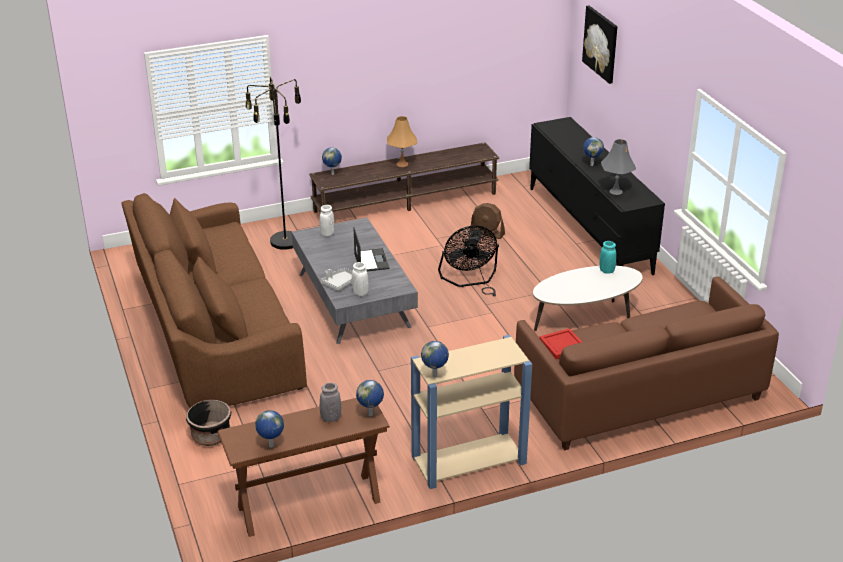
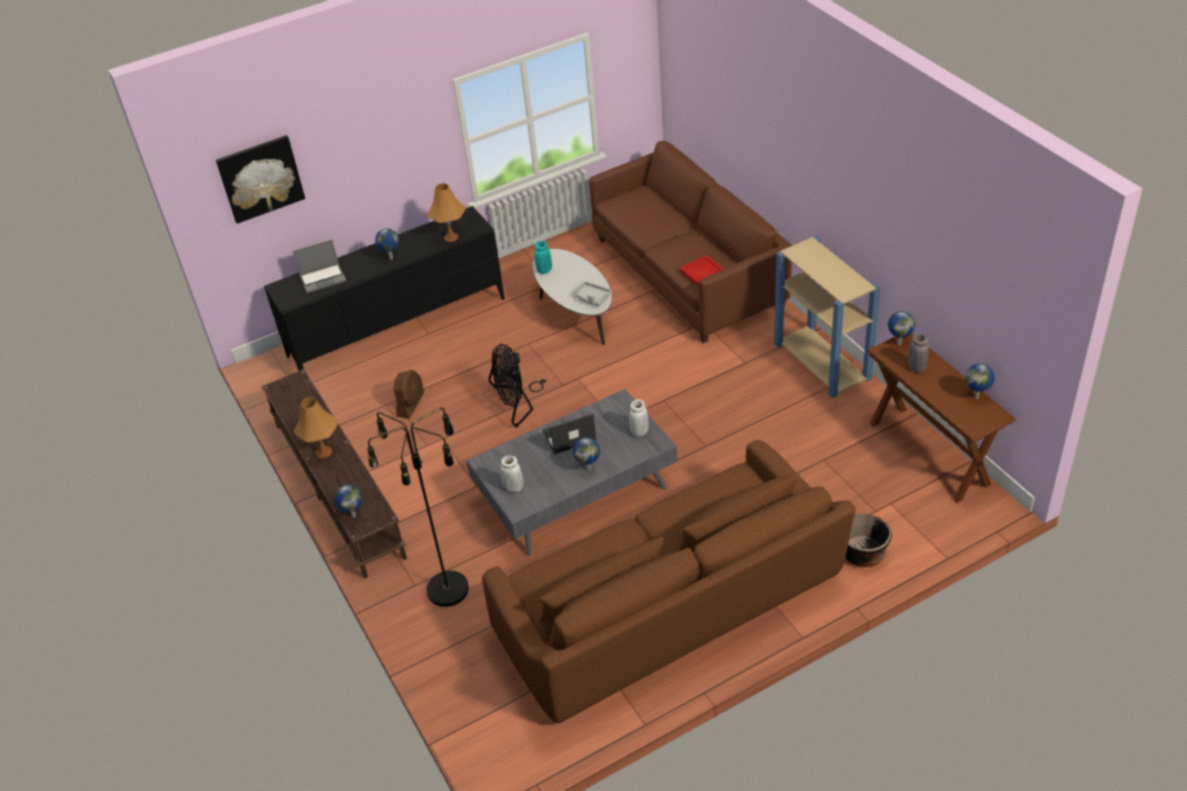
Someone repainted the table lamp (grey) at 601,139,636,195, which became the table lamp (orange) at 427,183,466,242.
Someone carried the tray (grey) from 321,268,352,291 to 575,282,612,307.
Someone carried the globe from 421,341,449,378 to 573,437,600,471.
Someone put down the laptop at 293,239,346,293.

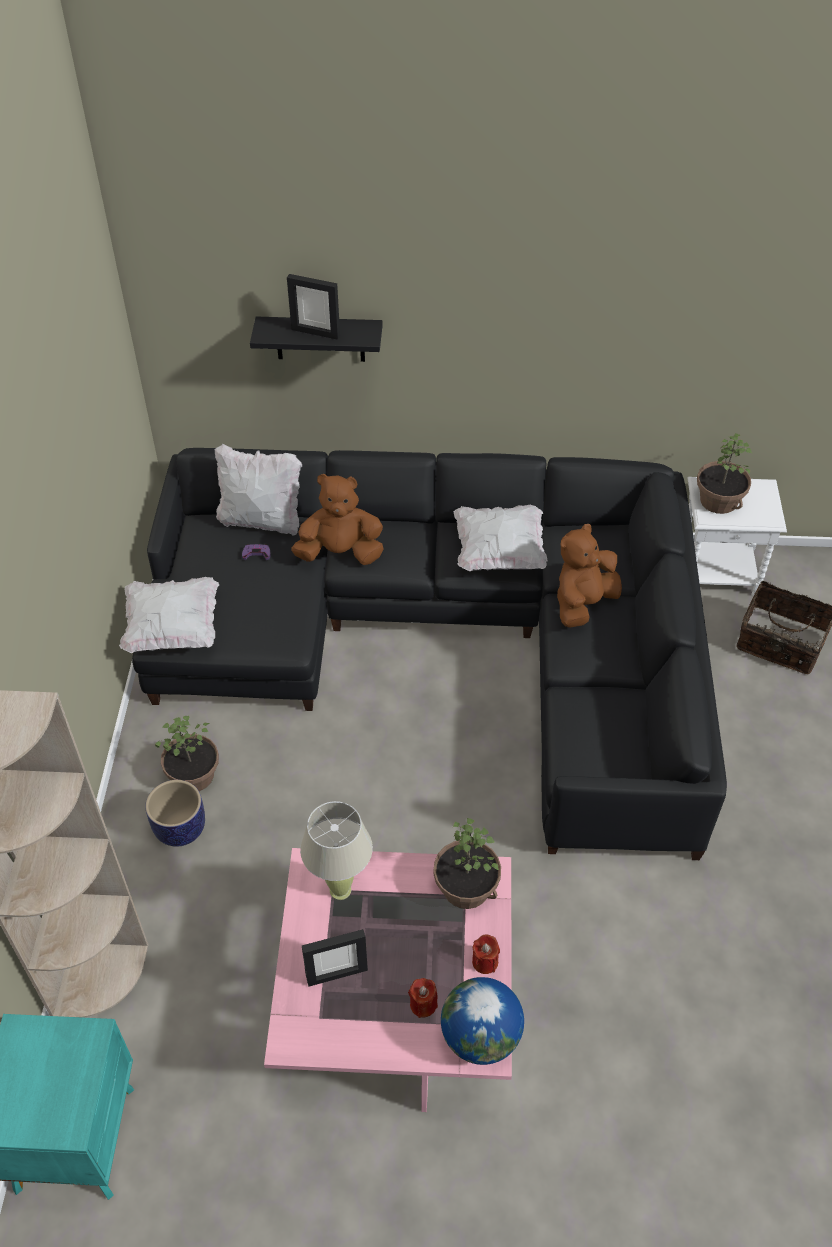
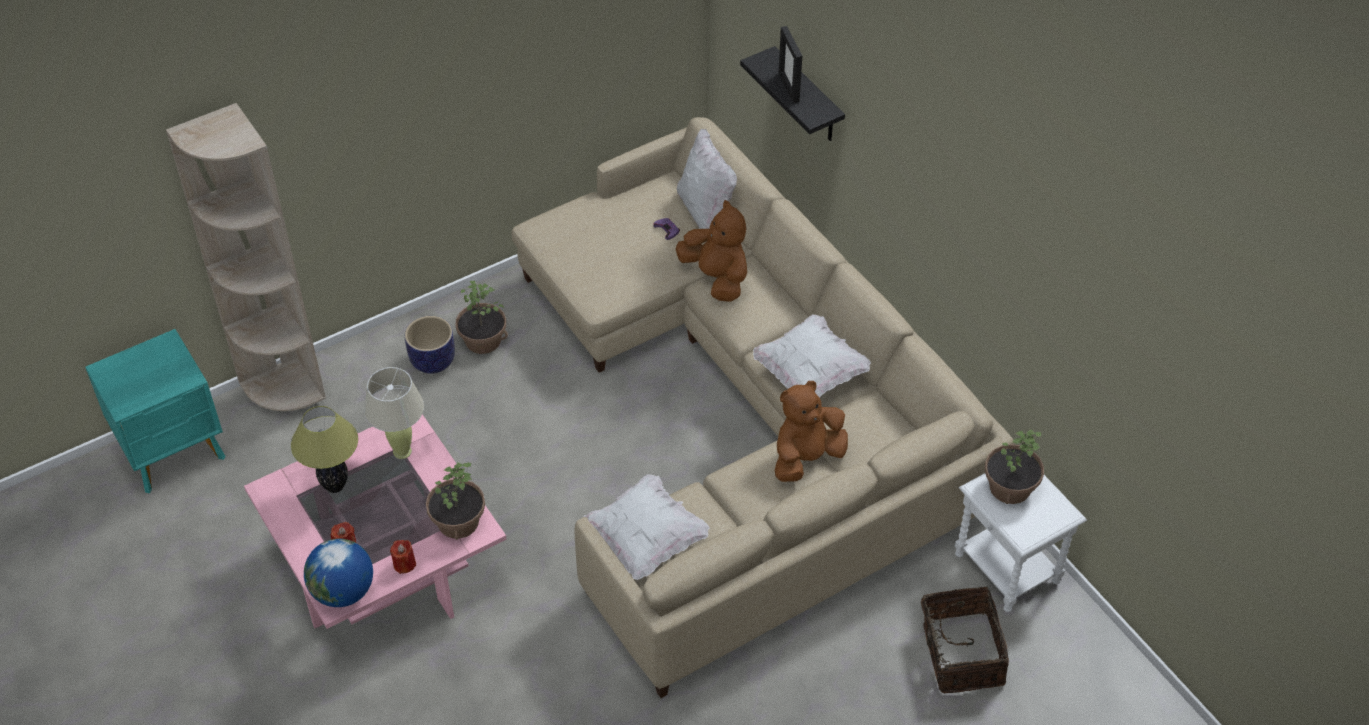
Someone repainted the sofa (black) at 132,448,727,860, which became the sofa (beige) at 511,117,1014,698.
Someone rotated the plush toy (brown) at 557,524,622,628 by 45 degrees counterclockwise.
Someone carried the pillow (white) from 119,577,219,653 to 584,474,710,580.
Someone swapped the picture frame at 302,929,368,987 for the table lamp at 291,406,358,493.

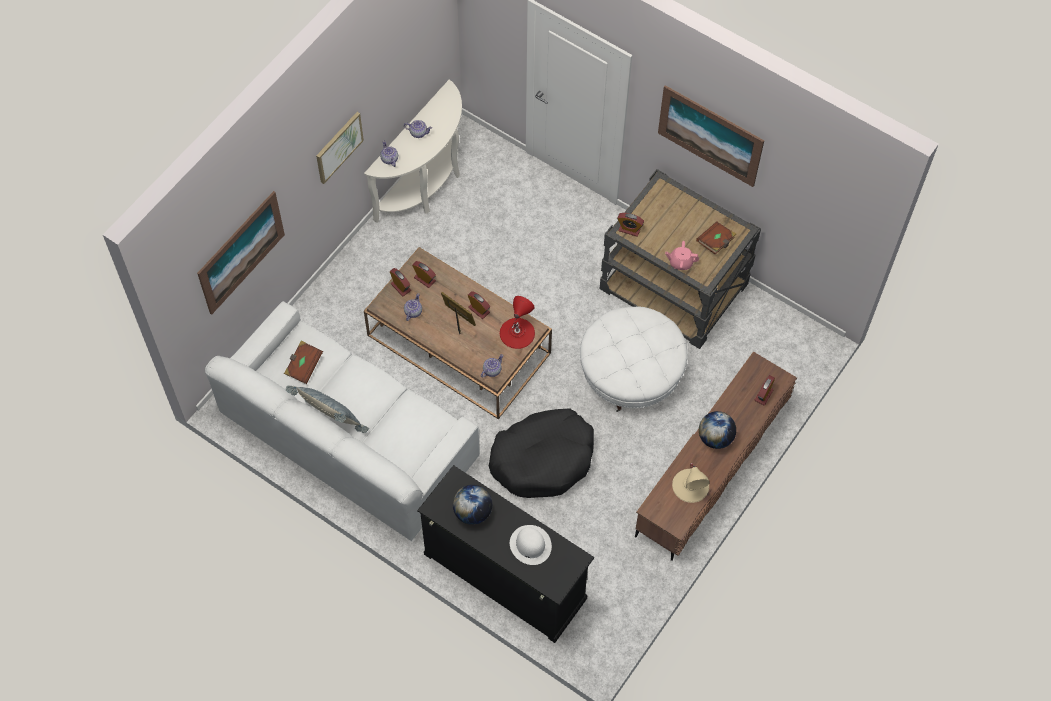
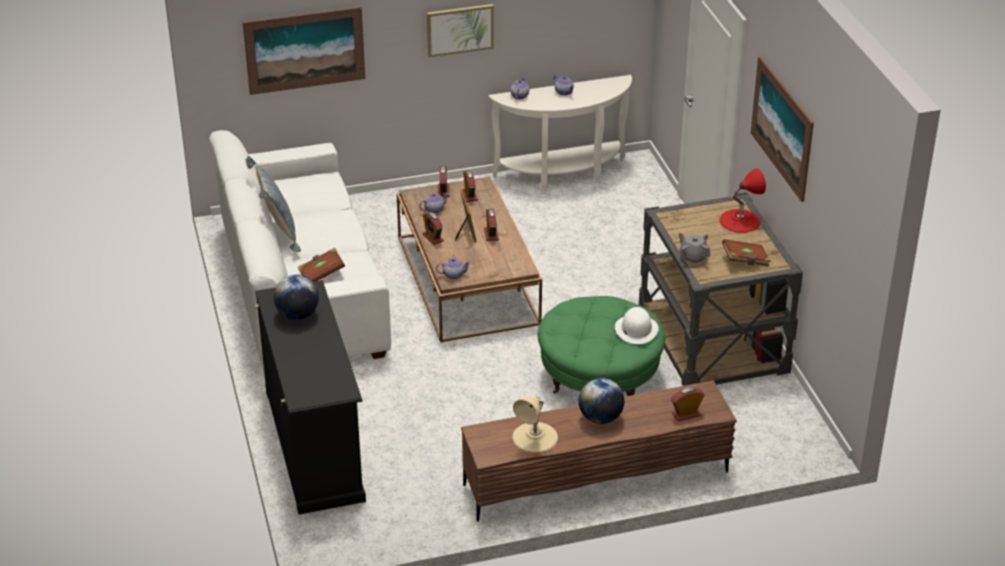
Someone carried the alarm clock from 617,213,644,237 to 423,212,444,245.
Someone repainted the teapot (pink) at 665,241,699,270, which became the teapot (grey) at 679,233,711,264.
Someone carried the table lamp (red) from 500,296,535,349 to 719,169,766,233.
Someone repainted the ottoman (white) at 580,306,687,412, which became the ottoman (green) at 538,296,665,396.
Someone carried the book (brown) from 284,340,323,384 to 298,247,345,282.
Someone took away the dog bed (black) at 488,408,594,498.
Someone carried the hat (white) from 510,525,552,565 to 615,307,659,344.

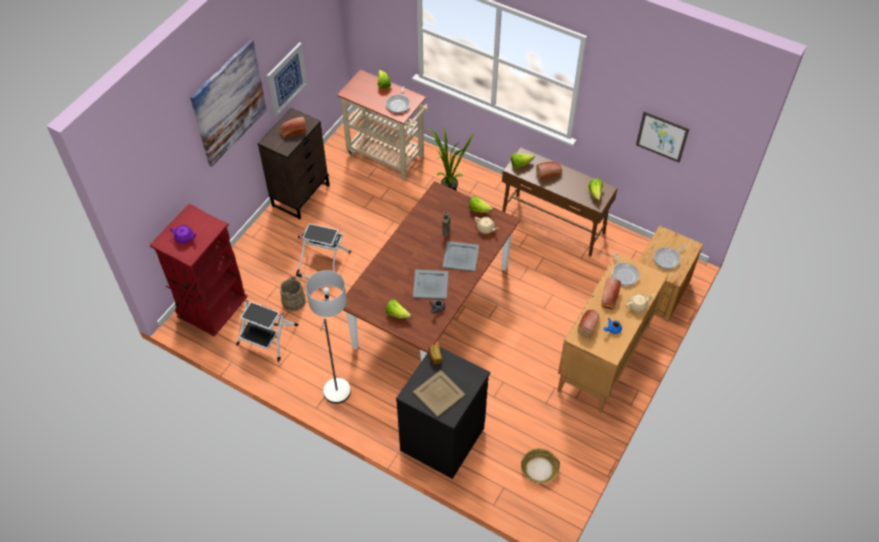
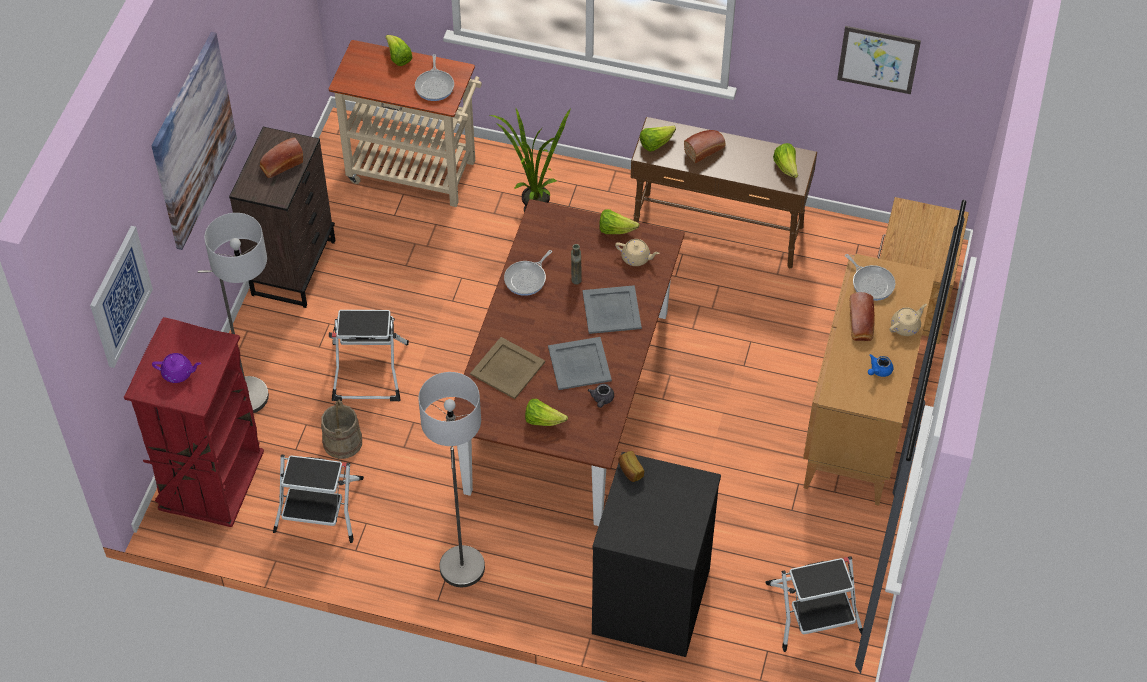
Someone carried the picture from 267,42,308,117 to 90,226,153,368.
Someone carried the frying pan from 654,244,686,269 to 504,250,552,296.
Someone took away the bread at 578,310,599,338.
Someone carried the tray (beige) from 413,370,465,417 to 470,337,545,399.
Someone swapped the basket at 521,448,560,484 for the step ladder at 765,556,863,652.
Someone put down the floor lamp (grey) at 198,213,269,413.

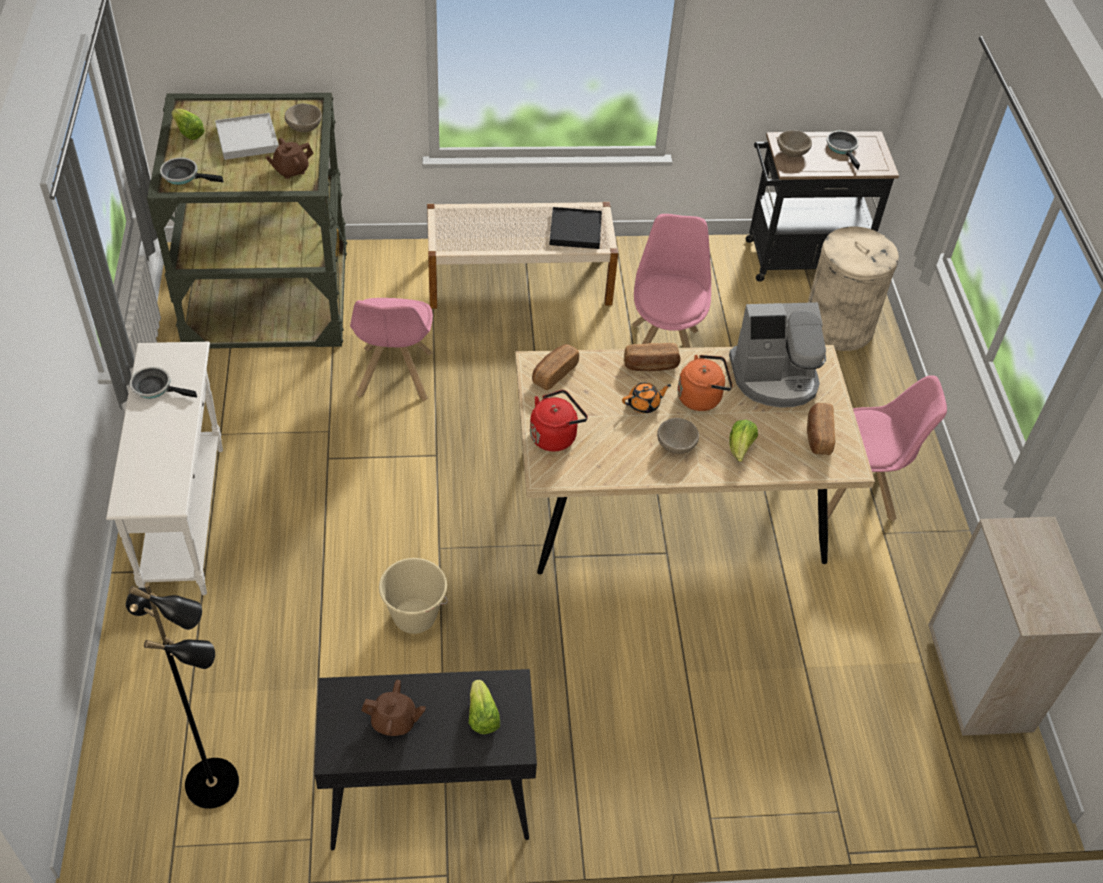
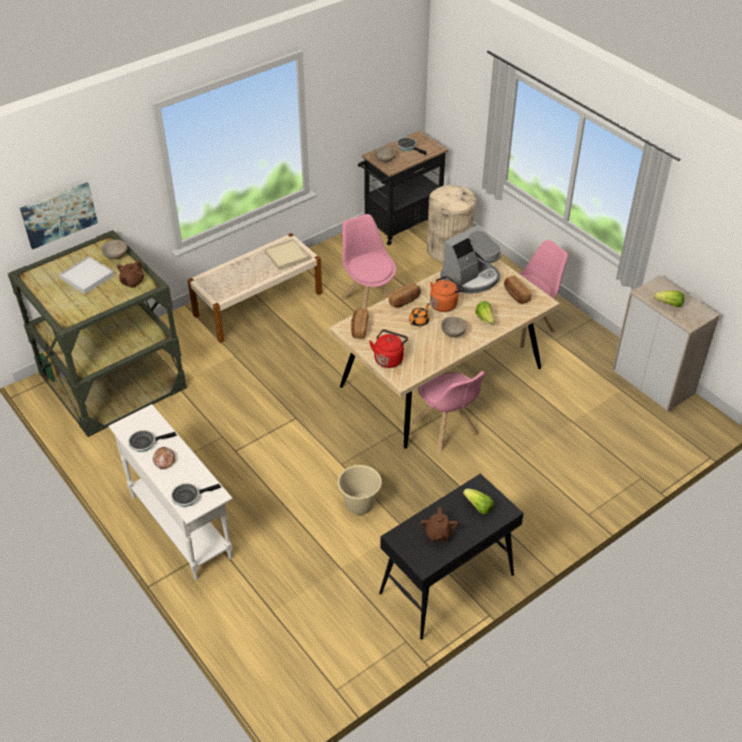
Someone carried the lettuce from 171,108,205,140 to 654,291,685,307.
Someone carried the frying pan from 160,158,223,185 to 171,483,221,507.
Someone repainted the tray (black) at 549,207,602,249, which became the tray (beige) at 265,239,309,270.
Someone carried the chair (pink) from 350,298,433,401 to 412,371,485,453.
Someone took away the floor lamp (black) at 126,583,239,809.
Someone rotated the teapot (brown) at 361,680,426,736 by 120 degrees clockwise.
Someone put up the picture at 20,182,98,249.
Someone put down the bread at 153,447,175,469.

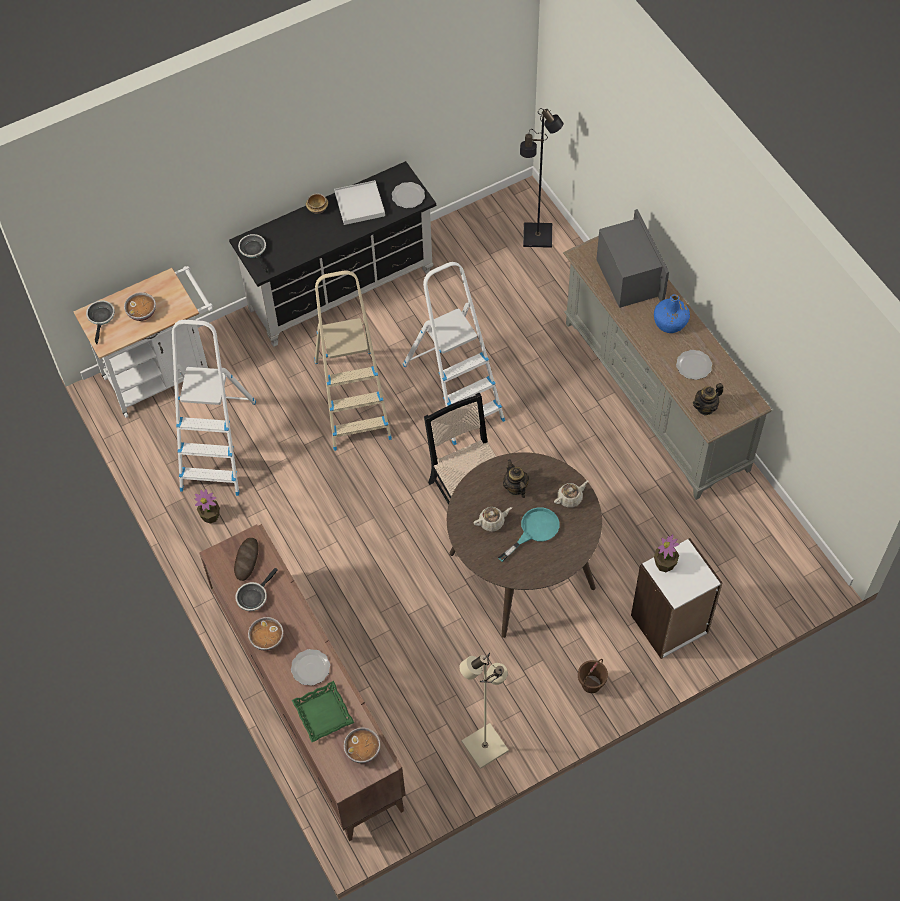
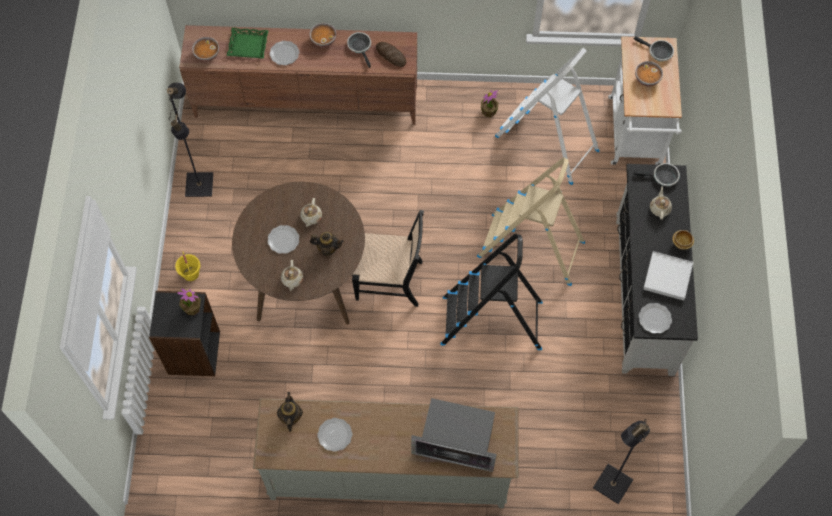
Someone repainted the step ladder (white) at 403,262,505,445, which became the step ladder (black) at 440,234,543,350.
Someone took away the bottle (blue) at 654,294,690,333.
Someone swapped the frying pan (turquoise) at 498,507,559,562 for the plate at 268,225,299,254.
Someone repainted the bookcase (white) at 631,538,722,659, which became the bookcase (black) at 149,291,220,376.
Someone repainted the floor lamp (beige) at 459,653,509,769, which became the floor lamp (black) at 165,83,213,197.
Someone repainted the bucket (brown) at 578,659,608,693, which became the bucket (yellow) at 175,252,200,281.
Someone put down the teapot (beige) at 650,186,672,220.

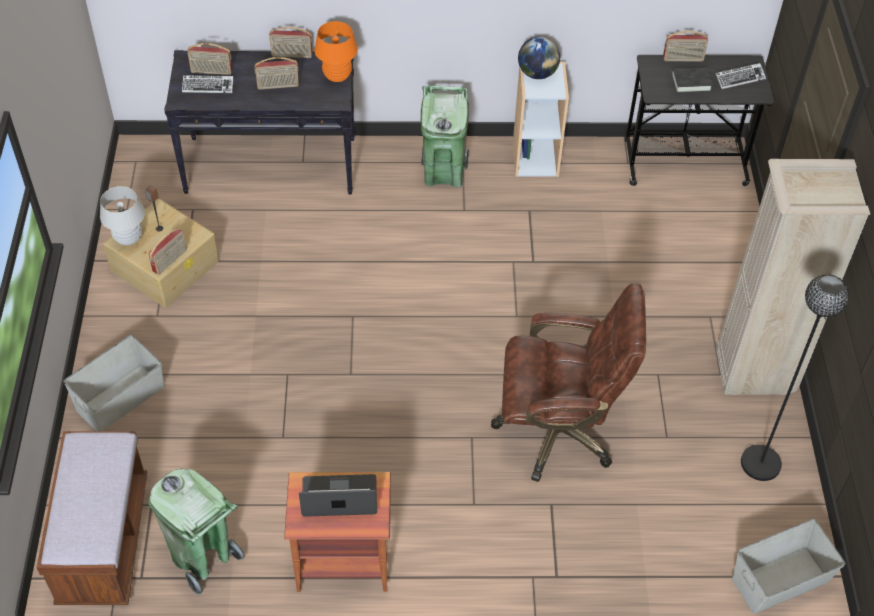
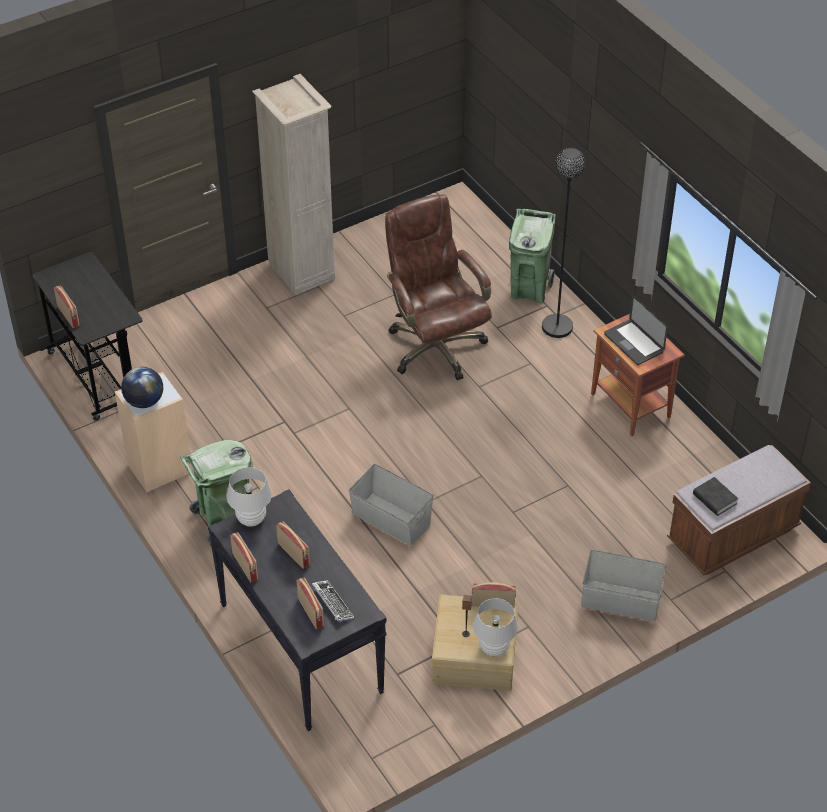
Someone repainted the table lamp (orange) at 314,21,358,82, which became the table lamp (white) at 227,467,272,527.
Someone took away the keyboard at 715,63,766,89.
Someone carried the book (black) from 671,67,713,93 to 693,477,738,516.
Someone carried the floor lamp (black) from 741,274,849,481 to 542,147,586,338.
Someone carried the trash can (green) from 148,469,245,596 to 509,209,556,303.
Someone carried the storage box (grey) from 732,519,846,614 to 349,464,434,546.

